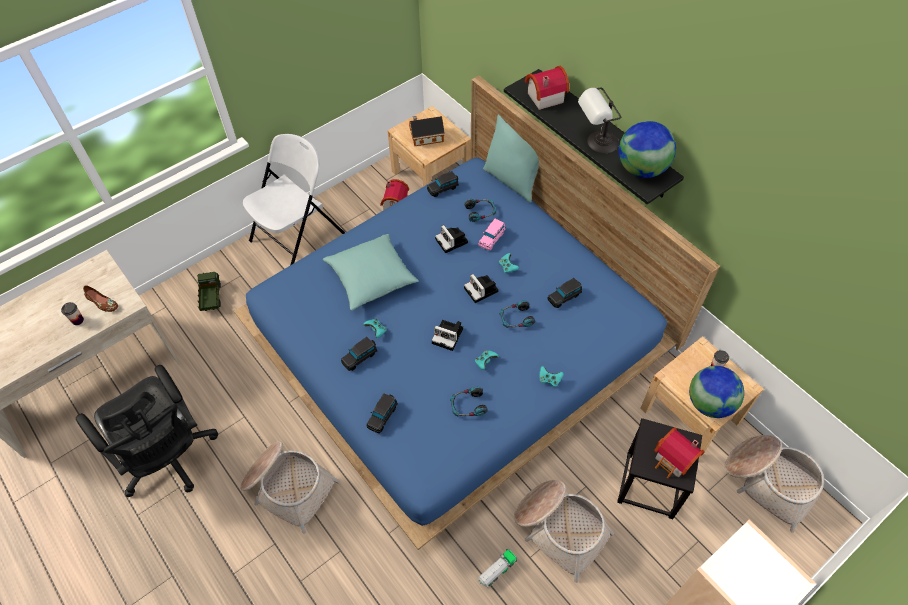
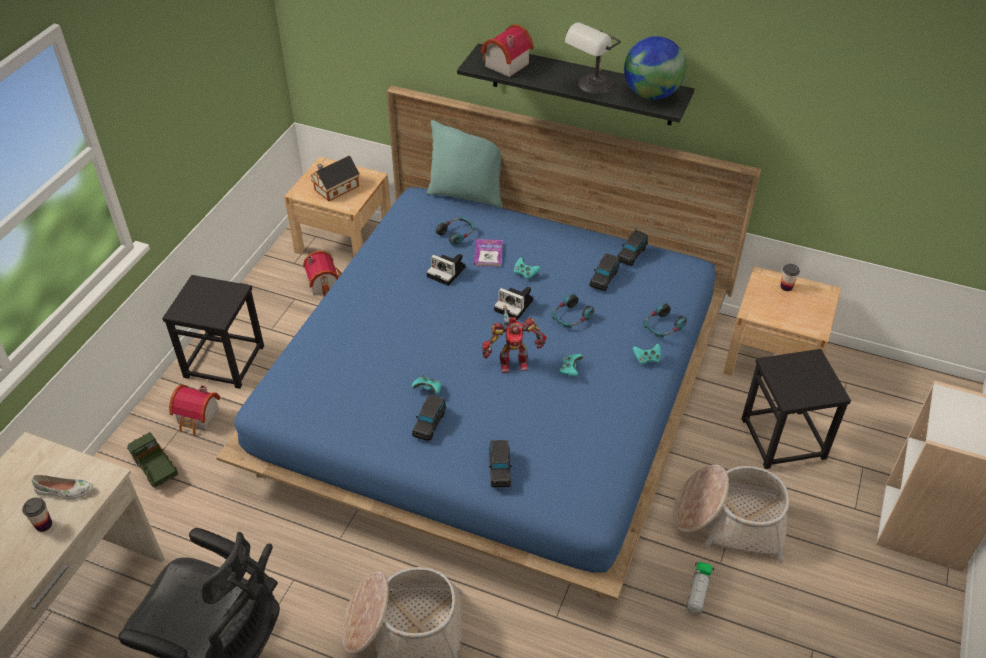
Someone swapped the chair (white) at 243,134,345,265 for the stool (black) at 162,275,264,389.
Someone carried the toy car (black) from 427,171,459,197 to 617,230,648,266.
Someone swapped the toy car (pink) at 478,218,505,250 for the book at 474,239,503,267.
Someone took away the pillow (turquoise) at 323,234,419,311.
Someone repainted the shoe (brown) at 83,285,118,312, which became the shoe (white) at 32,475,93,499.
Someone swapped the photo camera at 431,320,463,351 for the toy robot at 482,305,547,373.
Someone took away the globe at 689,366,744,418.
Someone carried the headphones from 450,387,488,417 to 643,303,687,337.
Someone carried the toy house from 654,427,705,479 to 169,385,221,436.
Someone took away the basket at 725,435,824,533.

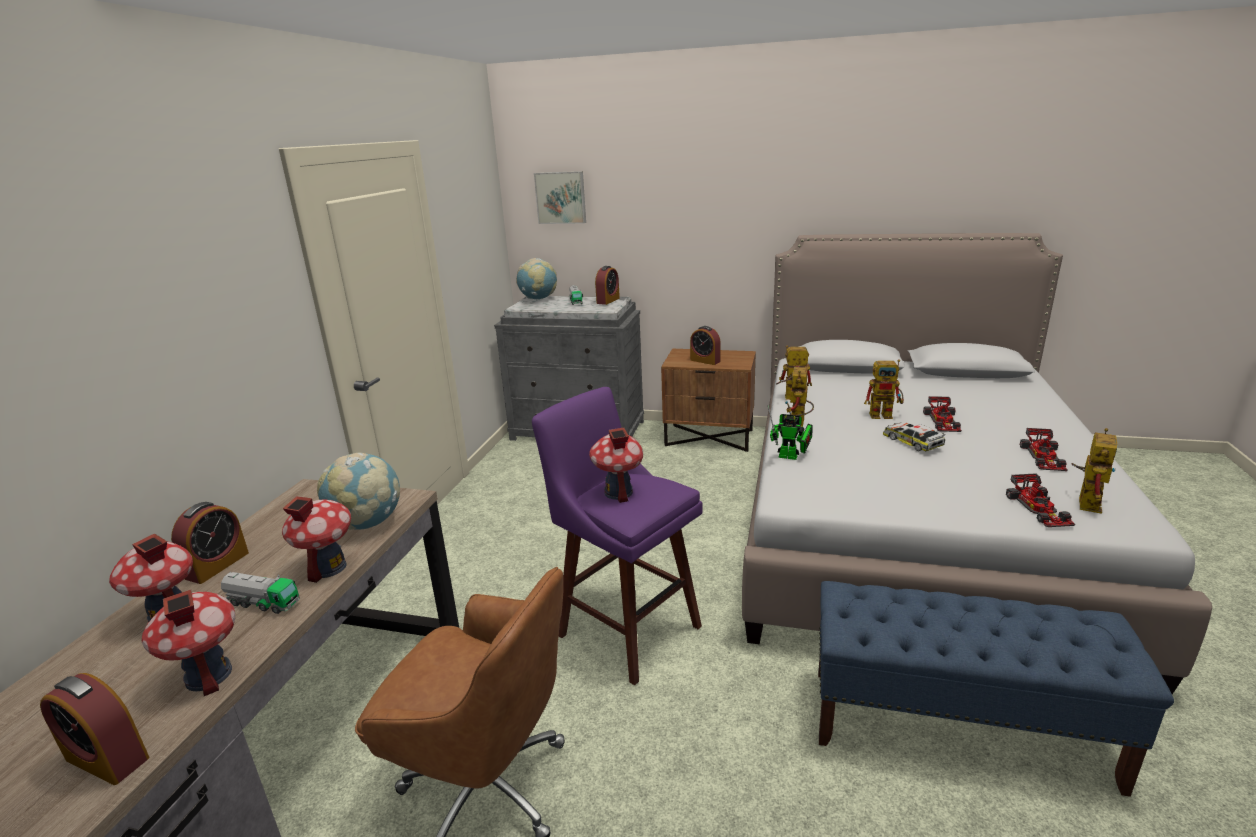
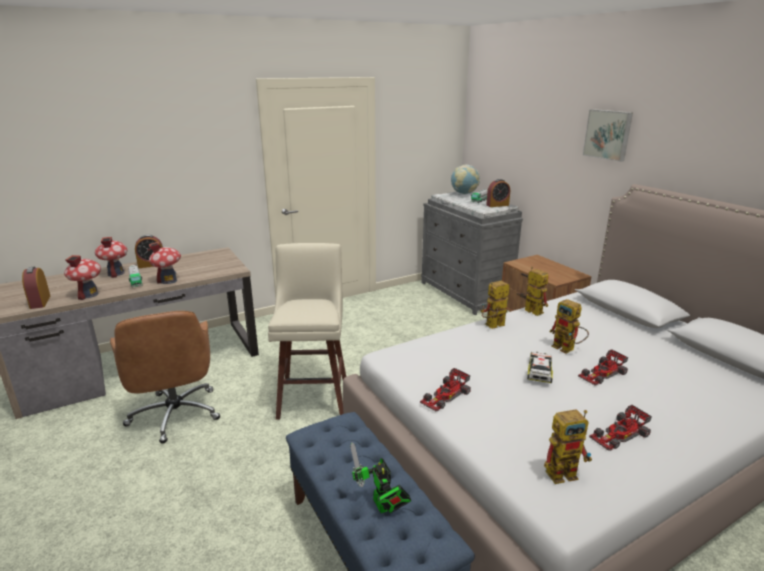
Someone carried the picture from 534,171,586,224 to 583,109,633,162.
Someone took away the alarm clock at 690,326,721,365.
Someone repainted the stool (purple) at 532,387,703,685, which became the stool (beige) at 268,243,346,420.
Someone carried the toy robot from 768,405,812,460 to 350,442,411,513.
Someone took away the toy house at 589,428,643,503.
Someone took away the globe at 317,453,400,530.
Someone carried the toy car from 1006,473,1075,527 to 420,368,471,412.

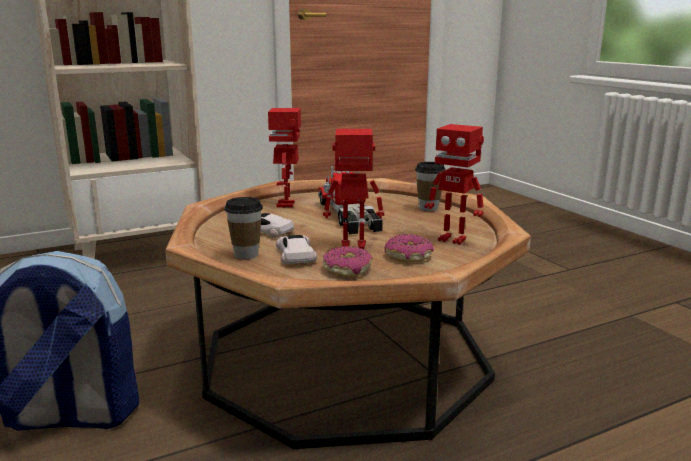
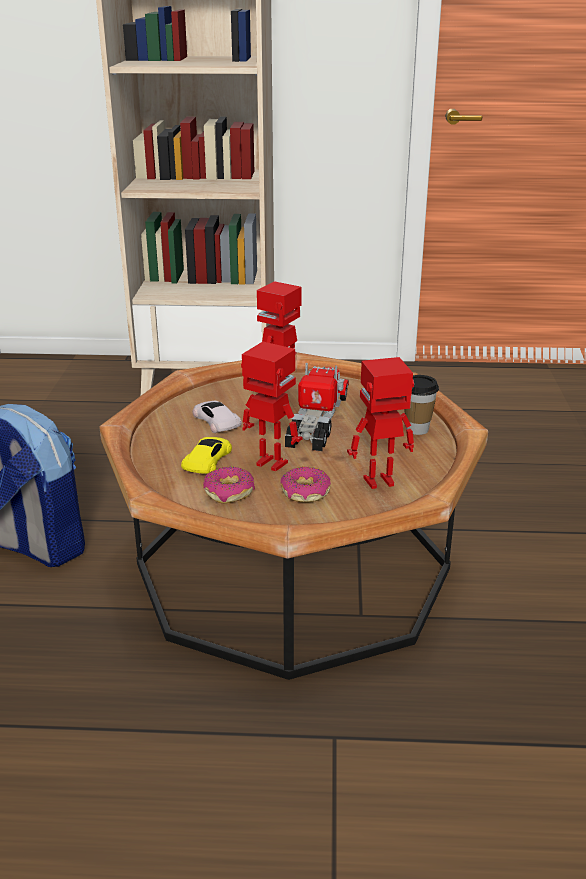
Someone rotated the toy robot at 425,124,484,245 by 105 degrees clockwise.
Someone took away the cup at 224,197,263,259.
Someone repainted the toy car (white) at 276,235,317,264, which became the toy car (yellow) at 181,437,232,474.

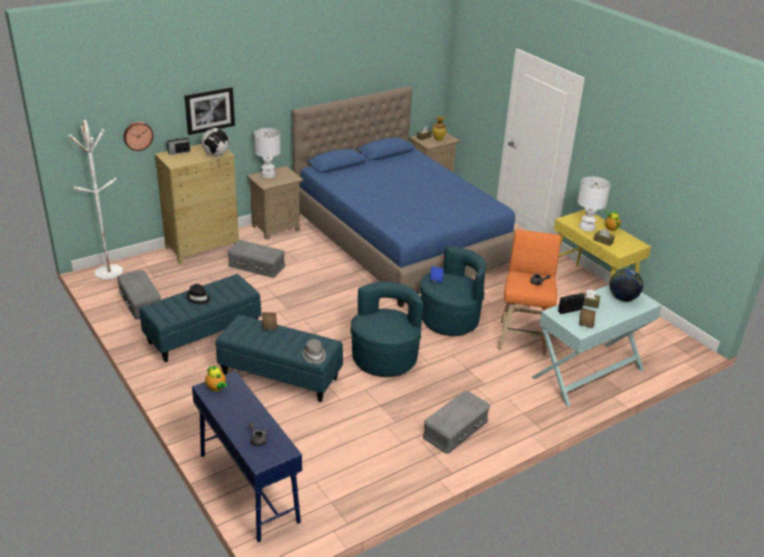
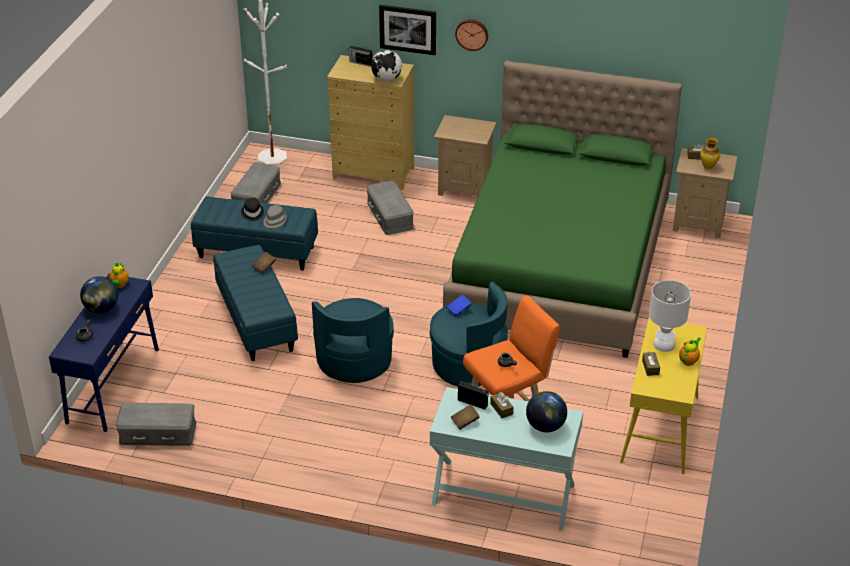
Someone repainted the bed (blue) at 292,86,516,307, which became the bed (green) at 443,61,682,358.
Someone carried the wall clock from 124,122,153,151 to 455,19,488,51.
Someone took away the table lamp (white) at 254,128,281,178.
Someone rotated the armchair (turquoise) at 351,282,423,377 by 120 degrees clockwise.
Someone carried the hat (grey) from 302,339,326,364 to 263,205,287,228.
Someone carried the storage box (grey) from 423,391,490,454 to 116,403,196,446.
Someone put down the globe at 80,276,118,314.

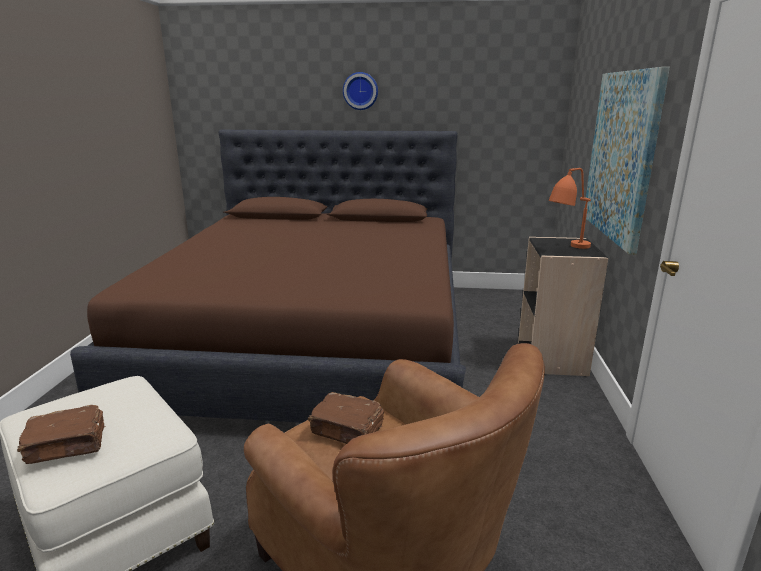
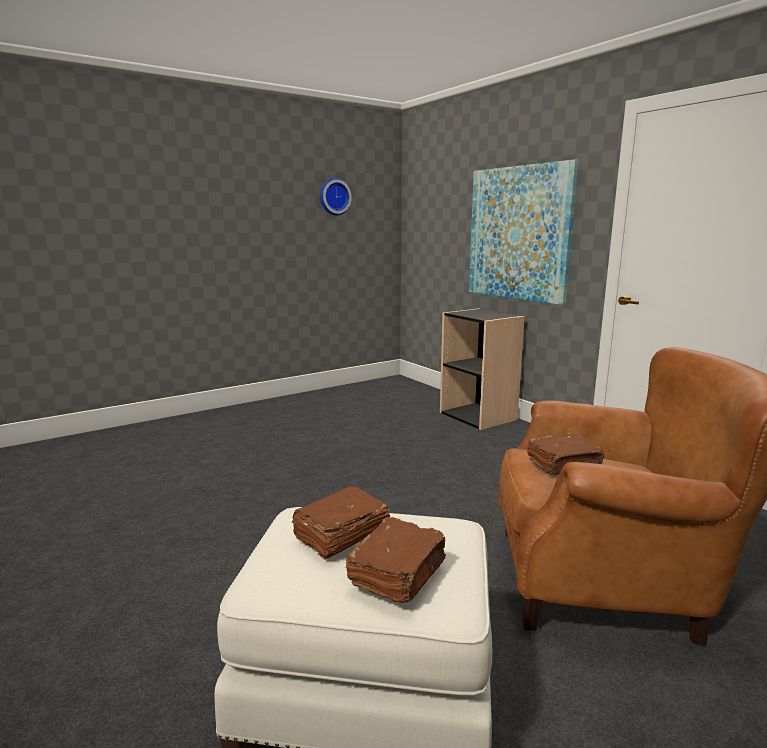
Someone carried the wall clock from 343,72,378,110 to 320,178,352,215.
Someone took away the bed (brown) at 70,129,466,423.
Someone took away the table lamp (orange) at 549,168,591,249.
Someone put down the book (brown) at 292,486,390,560.

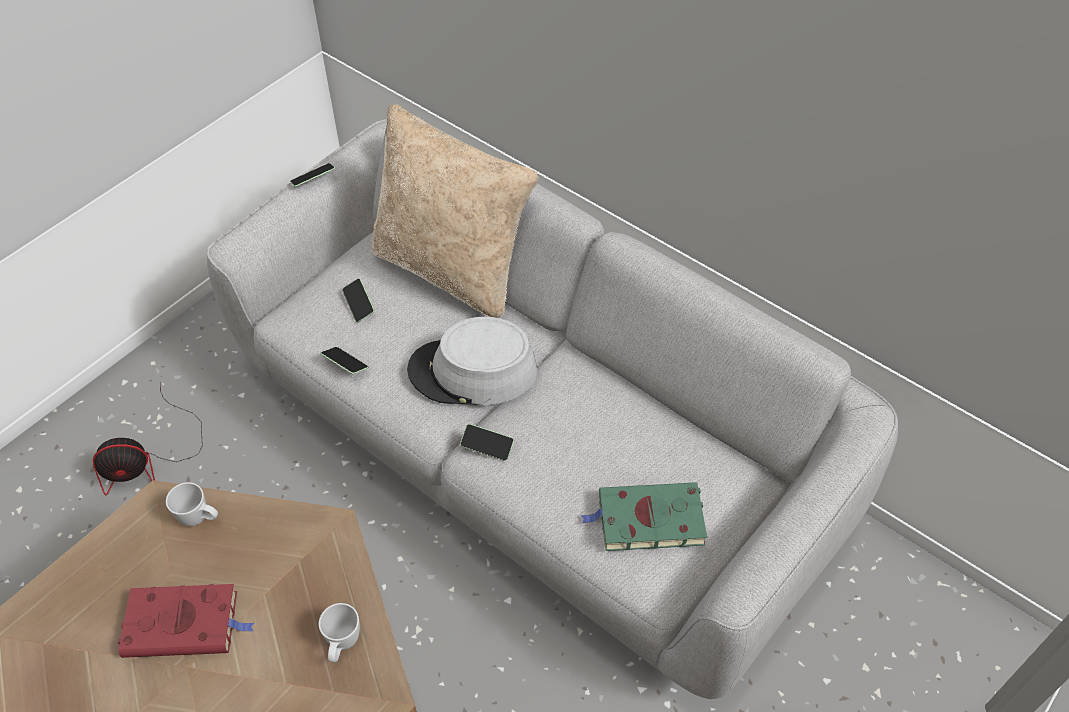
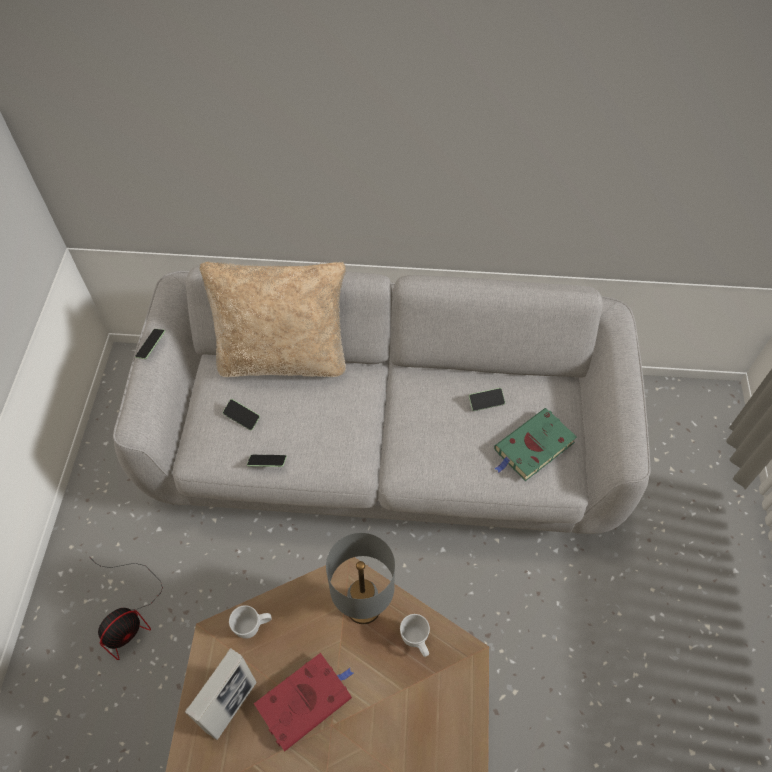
Someone took away the hat (grey) at 407,316,537,405.
Someone carried the phone from 460,424,514,461 to 469,388,505,411.
Someone put down the table lamp (grey) at 326,533,395,624.
Someone put down the picture frame at 185,648,257,740.

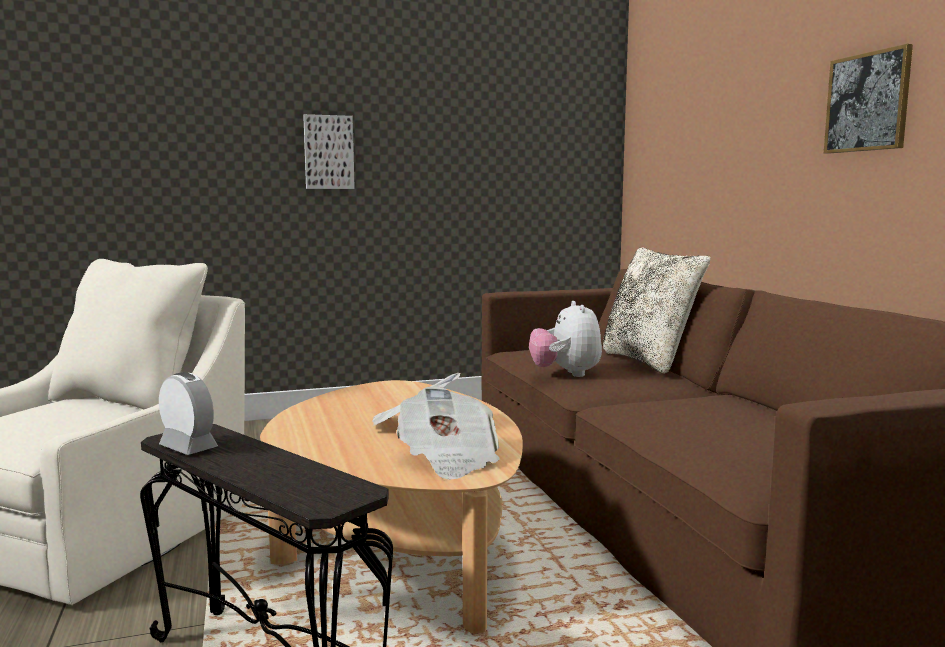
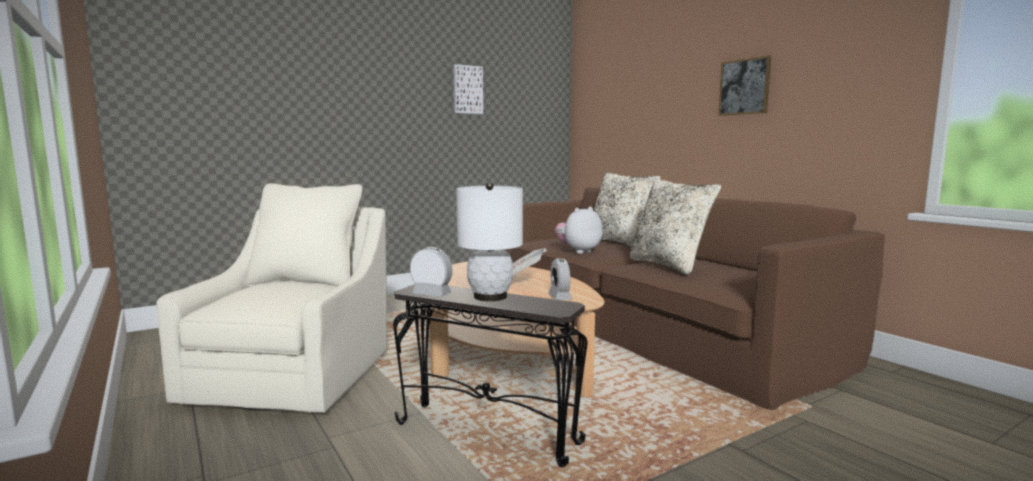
Someone carried the picture from 303,114,355,189 to 453,64,483,114.
Someone rotated the plush toy at 529,301,602,377 by 75 degrees clockwise.
Someone swapped the newspaper at 396,386,500,480 for the alarm clock at 548,258,572,300.
Someone put down the pillow (beige) at 630,179,722,275.
Someone put down the table lamp (white) at 456,182,523,301.

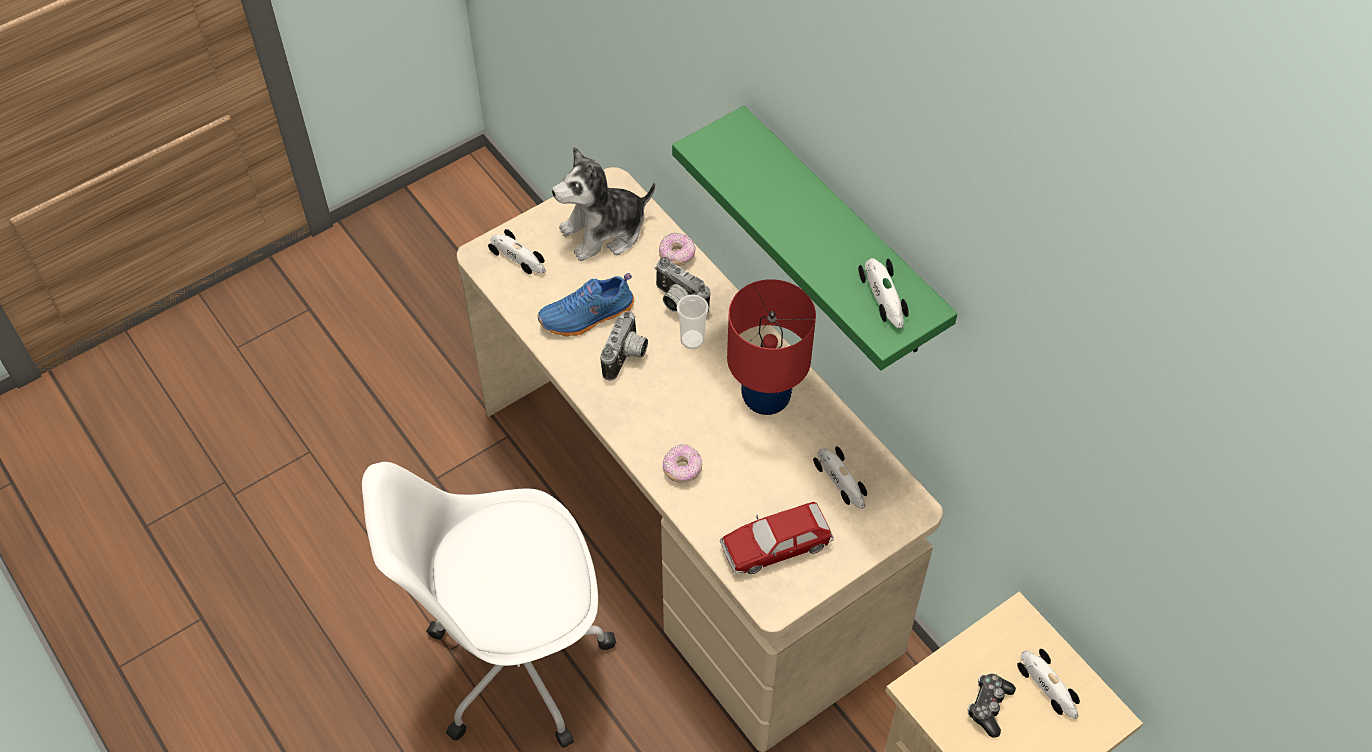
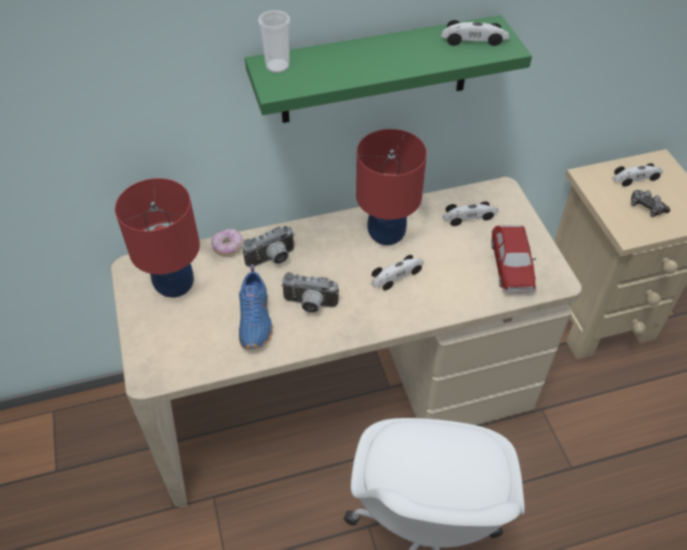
Someone swapped the plush toy at 552,147,655,261 for the table lamp (red) at 115,178,200,298.
Someone carried the toy car from 488,229,546,274 to 371,255,424,291.
Someone carried the cup from 676,294,709,349 to 258,10,290,73.
Someone rotated the photo camera at 600,311,648,381 by 150 degrees clockwise.
Someone took away the donut at 663,444,702,483.

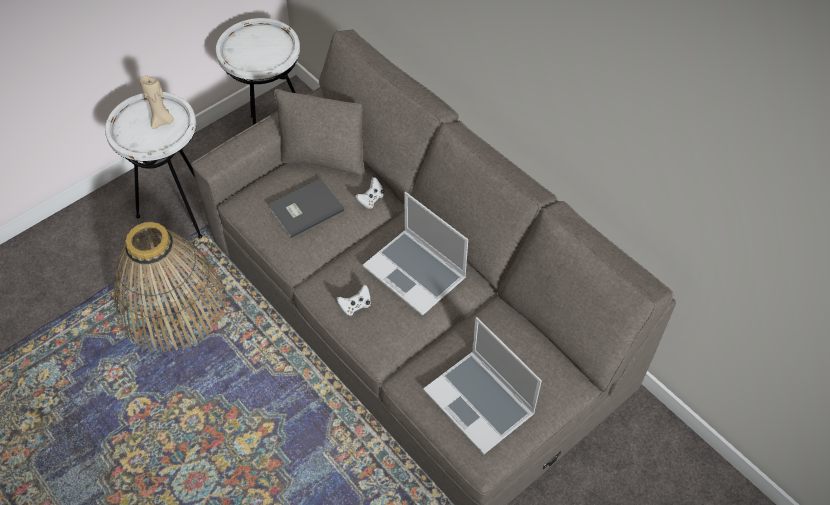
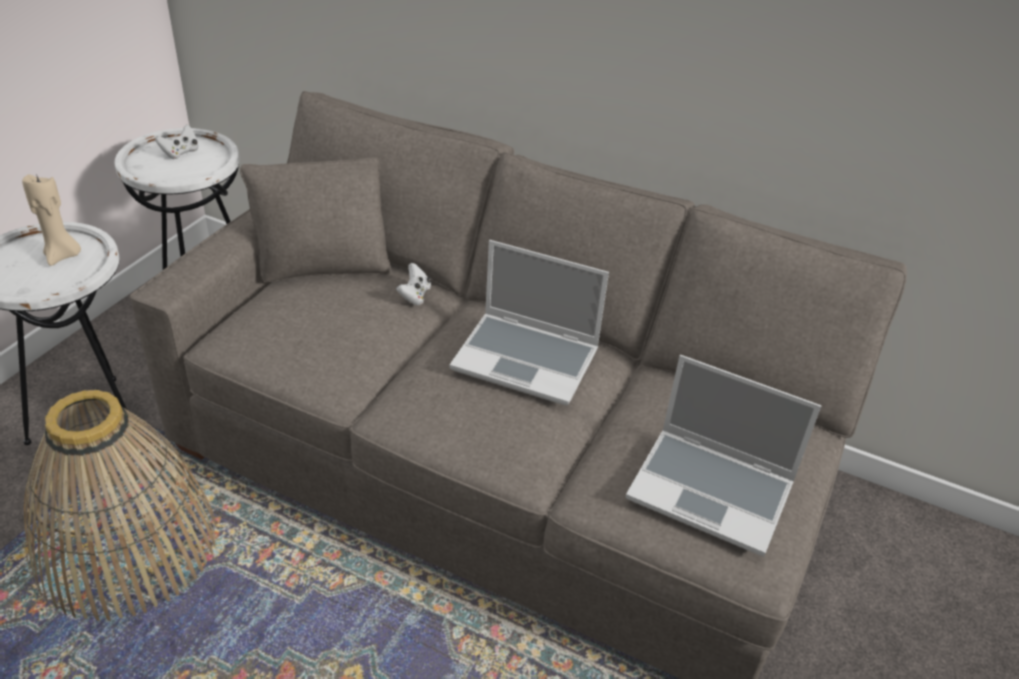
Someone took away the book (grey) at 268,178,344,238.
Someone carried the game controller (white) from 337,284,371,316 to 155,124,199,159.

